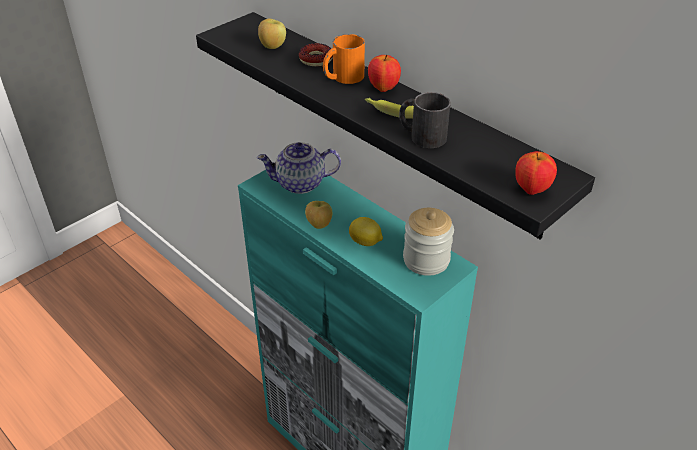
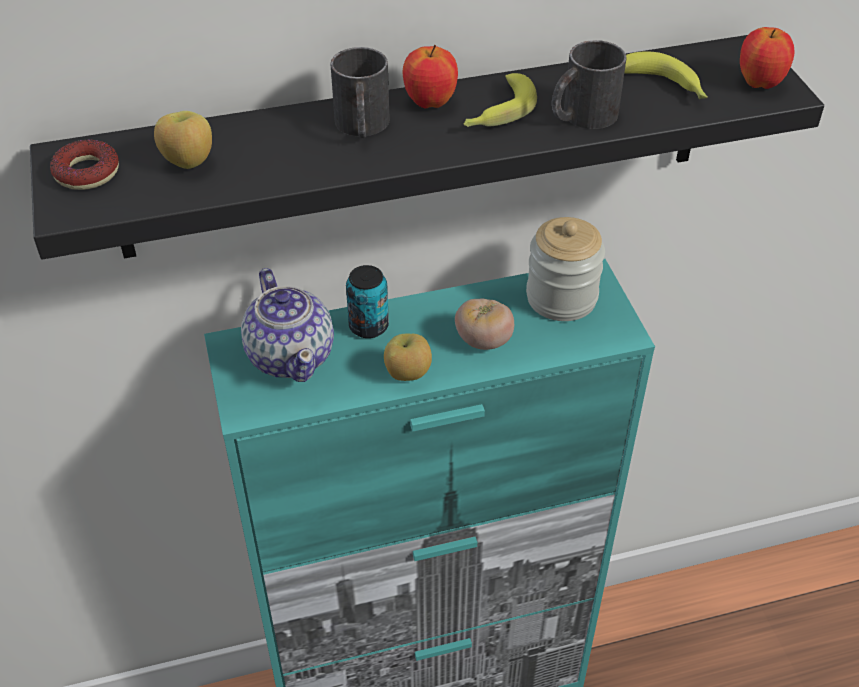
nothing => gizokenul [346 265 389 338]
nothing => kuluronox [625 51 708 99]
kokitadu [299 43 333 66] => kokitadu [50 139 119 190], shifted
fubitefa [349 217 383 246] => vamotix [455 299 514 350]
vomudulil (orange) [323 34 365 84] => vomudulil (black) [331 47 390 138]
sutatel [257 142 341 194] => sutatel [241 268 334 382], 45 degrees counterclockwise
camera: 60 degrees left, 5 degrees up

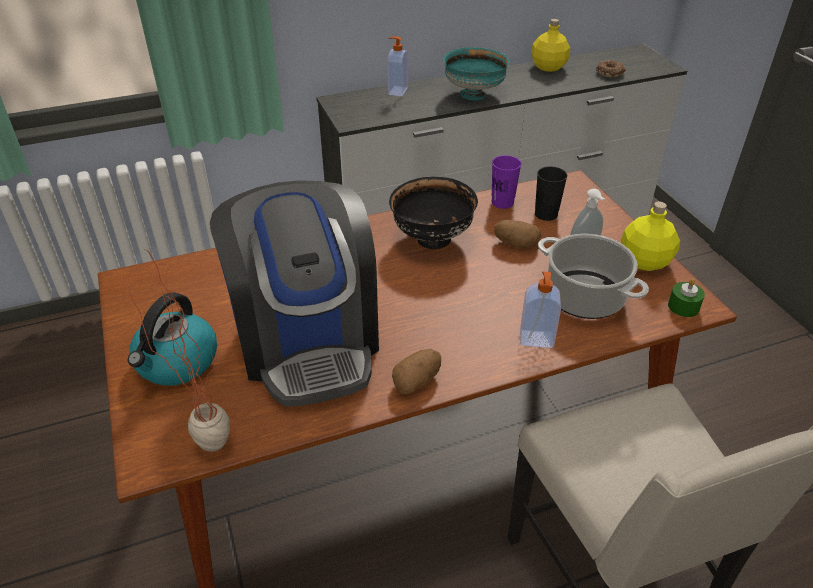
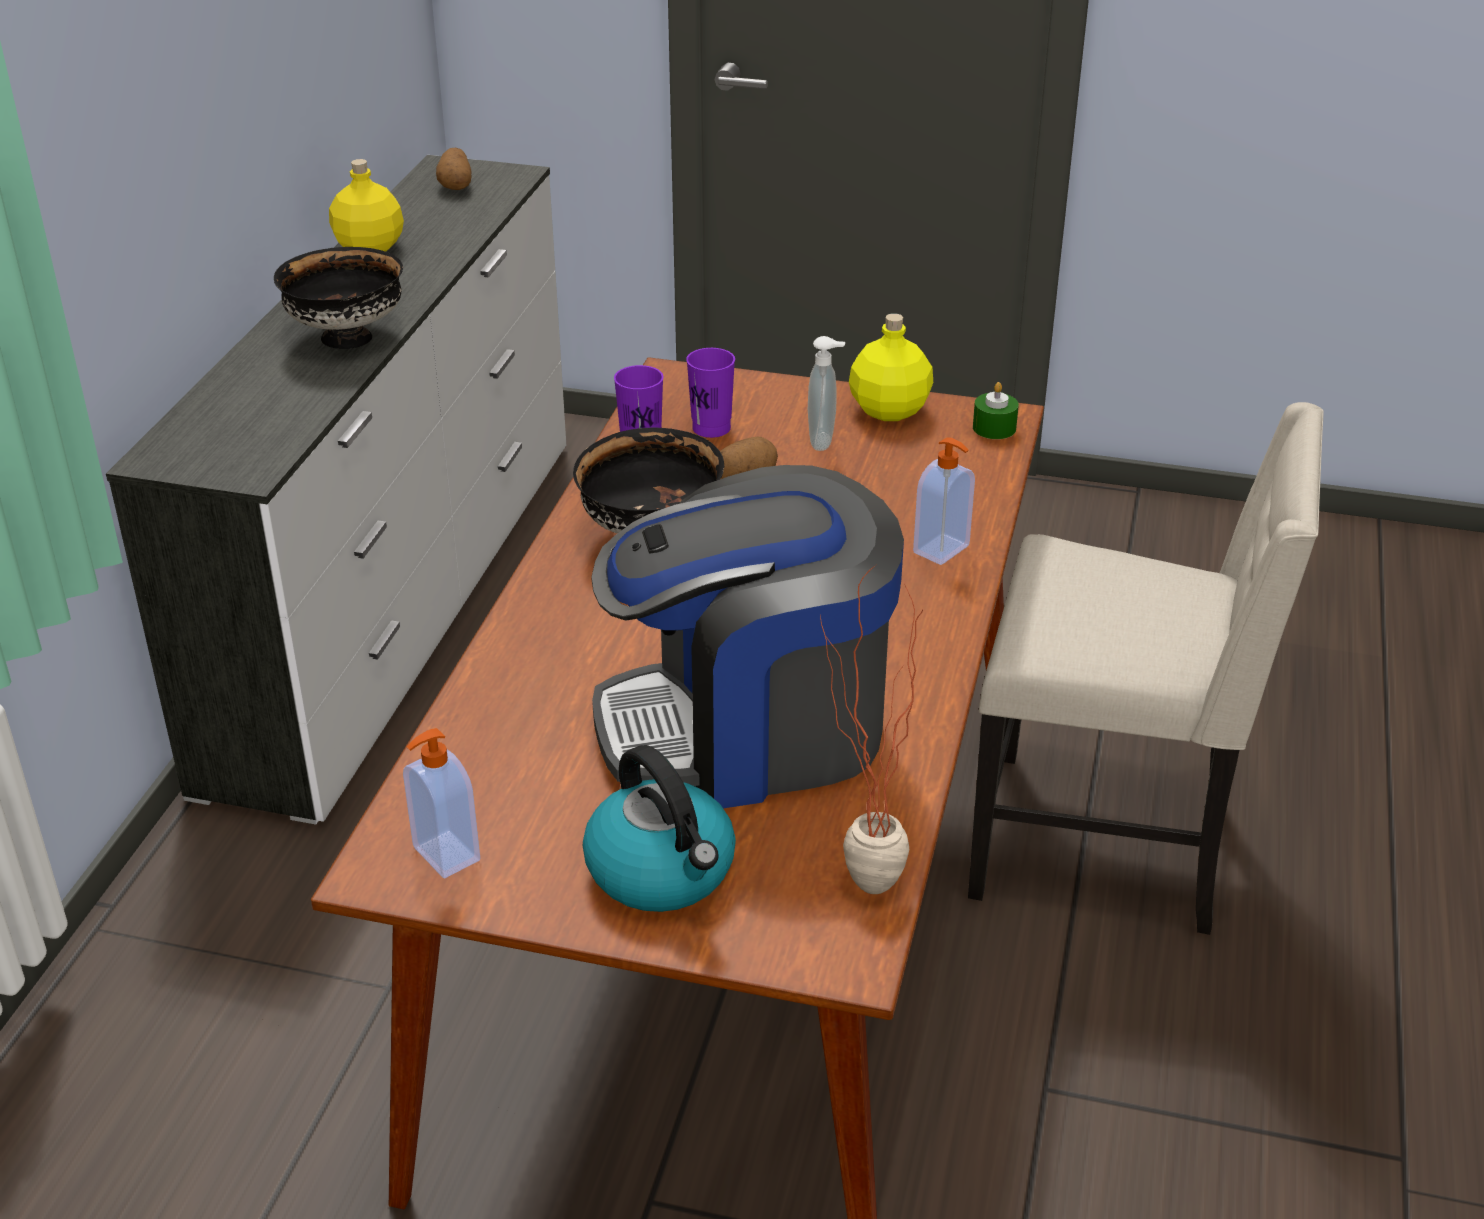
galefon [538 234 649 319] => nothing
kokitadu [596 60 626 77] => nothing
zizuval [387 36 408 96] => zizuval [403 728 480 878], shifted
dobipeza [392 349 441 394] => dobipeza [436 148 472 190], shifted
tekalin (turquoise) [443 47 510 101] => tekalin (black) [274 247 403 349]
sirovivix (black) [535 166 567 221] => sirovivix (purple) [686 348 735 438]
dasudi [210 180 379 406] => dasudi [591 465 904 808], 150 degrees clockwise
camera: 55 degrees left, 5 degrees down

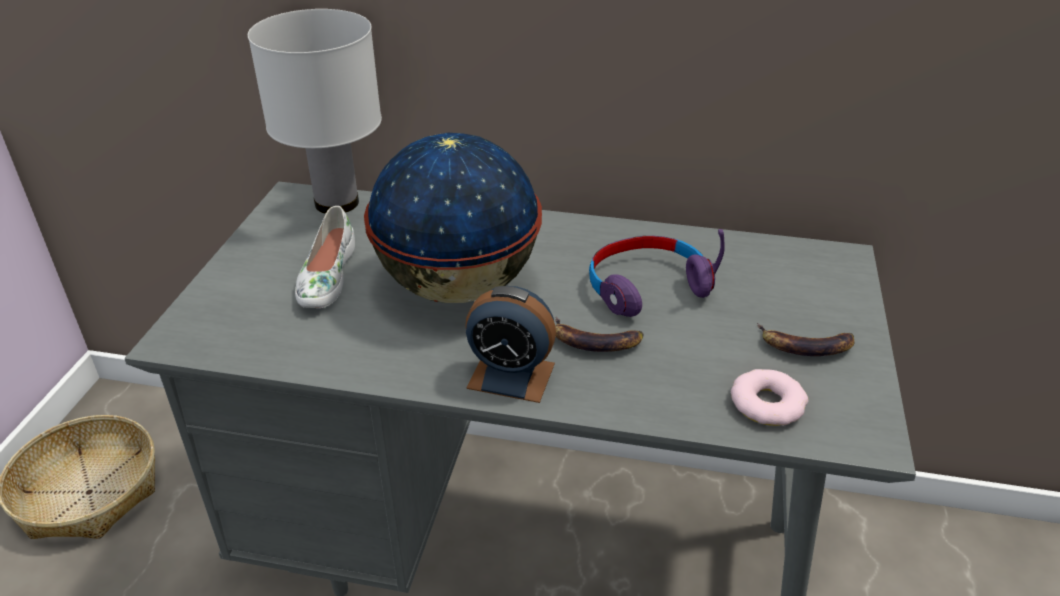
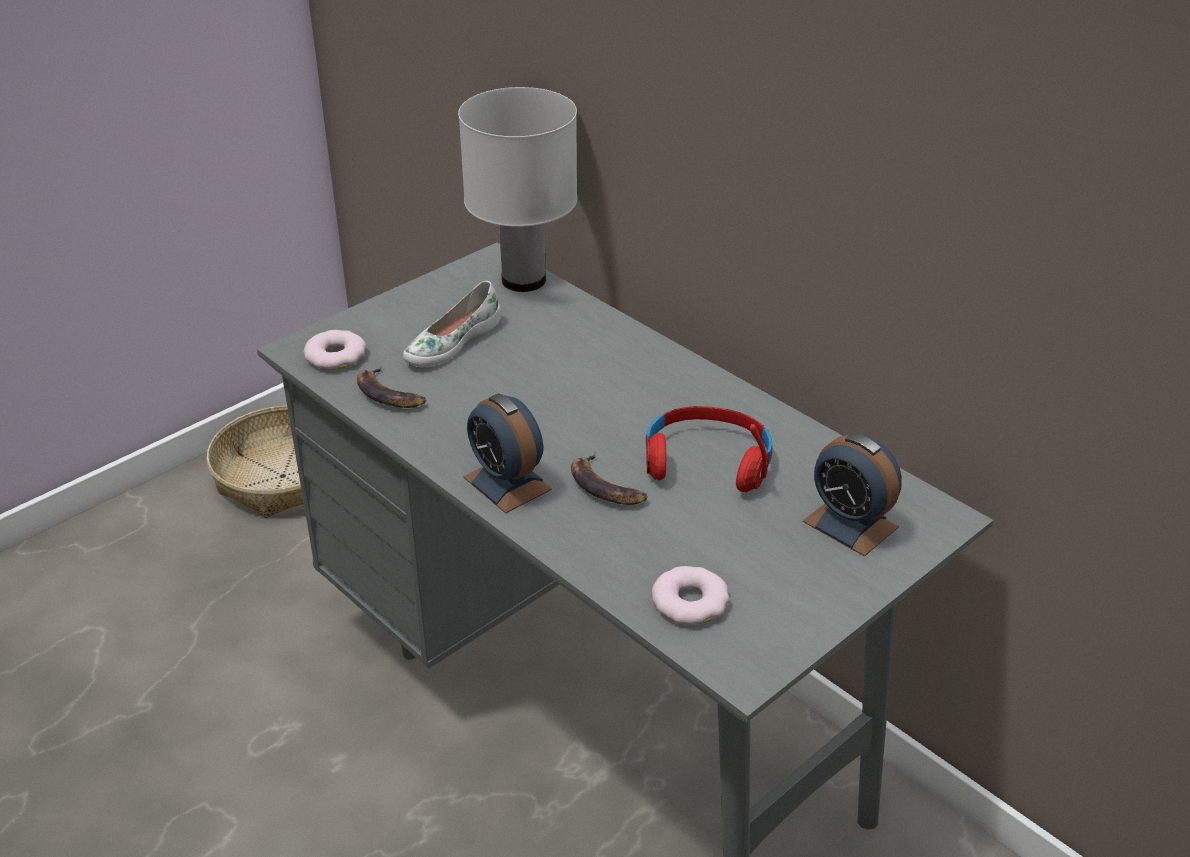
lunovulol [364 133 542 303] => nothing
nothing => kokitadu [303 330 366 370]
nothing => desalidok [803 433 902 557]
kuluronox [757 323 855 356] => kuluronox [357 366 426 408], shifted
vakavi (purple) [589 229 725 317] => vakavi (red) [646 406 773 492]
camera: 35 degrees right, 0 degrees up

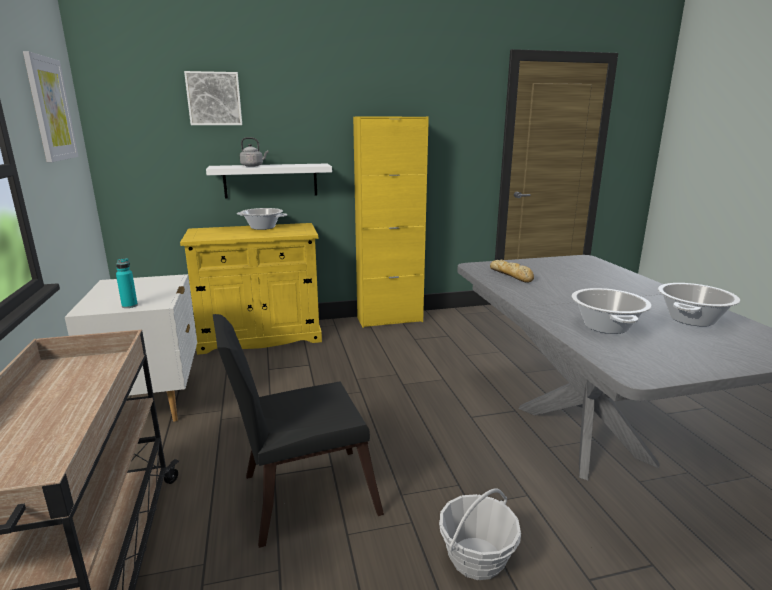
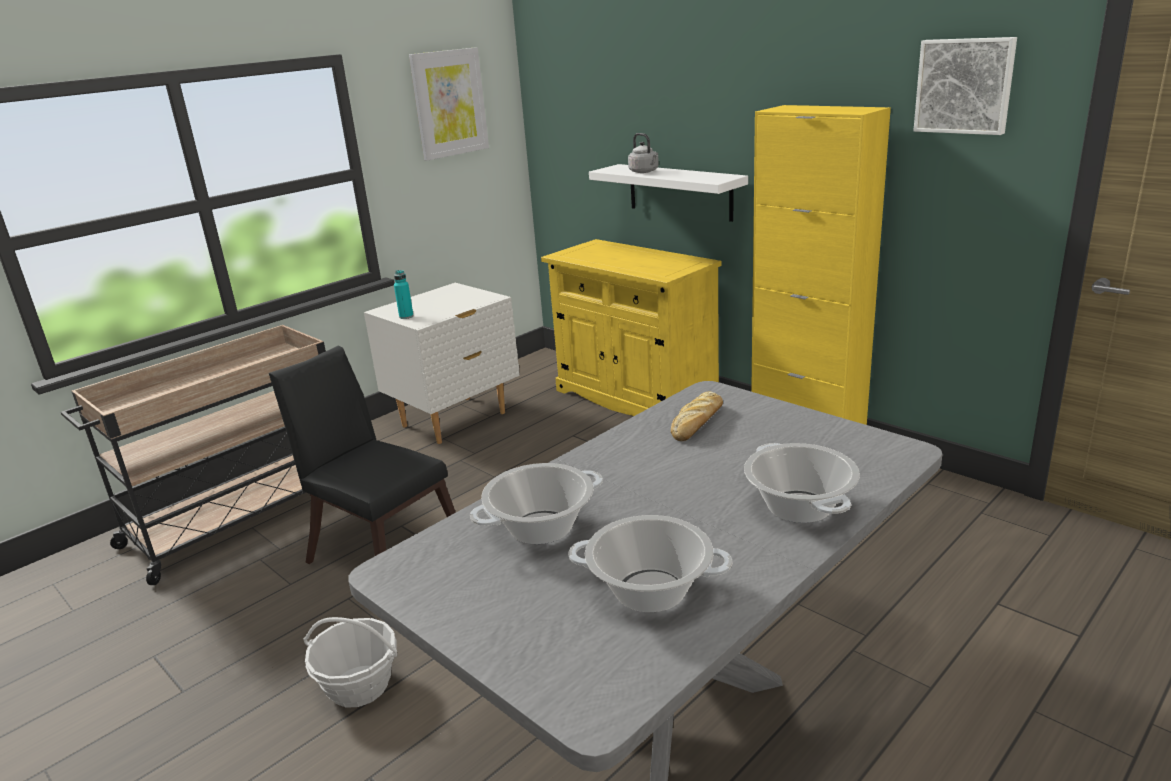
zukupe [184 71 242 125] => zukupe [913 37 1017 135], shifted
galefon [237 208 287 230] => galefon [744 443 860 523], shifted
camera: 60 degrees right, 5 degrees up

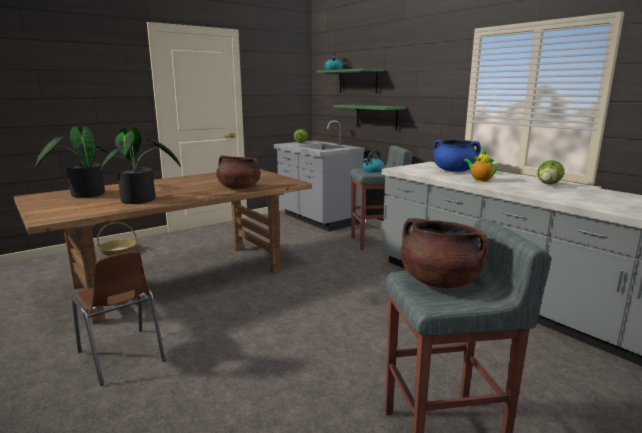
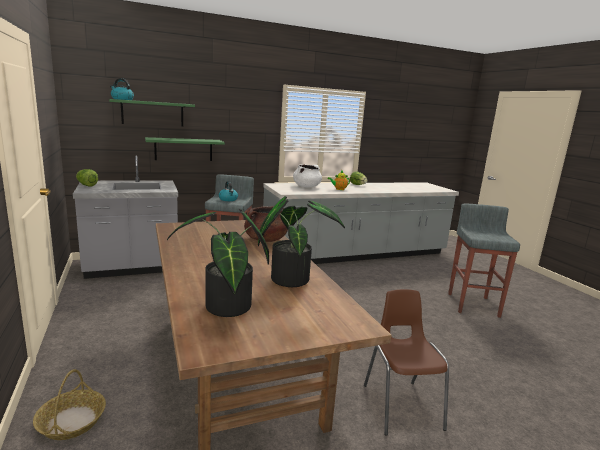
galefon (brown) [400 218 489 288] => nothing
galefon (blue) [433 139 481 172] => galefon (white) [293 164 322 187]
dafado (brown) [72 251 166 386] => dafado (brown) [364 289 449 436], 75 degrees counterclockwise
camera: 75 degrees left, 0 degrees up

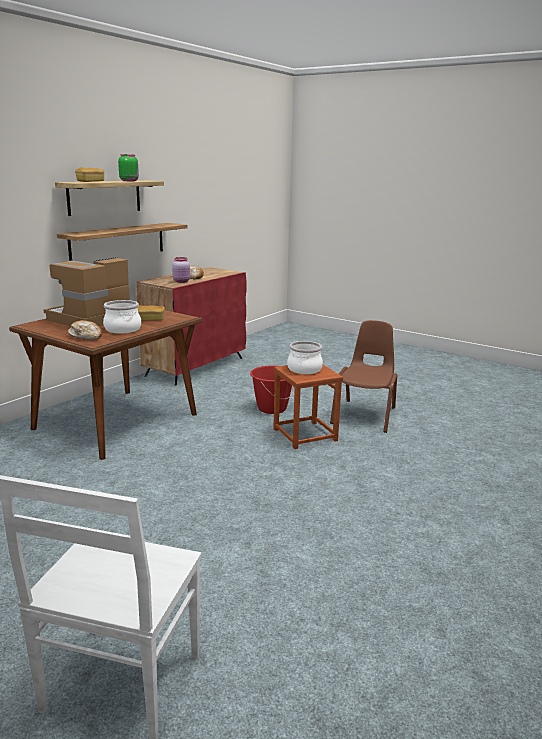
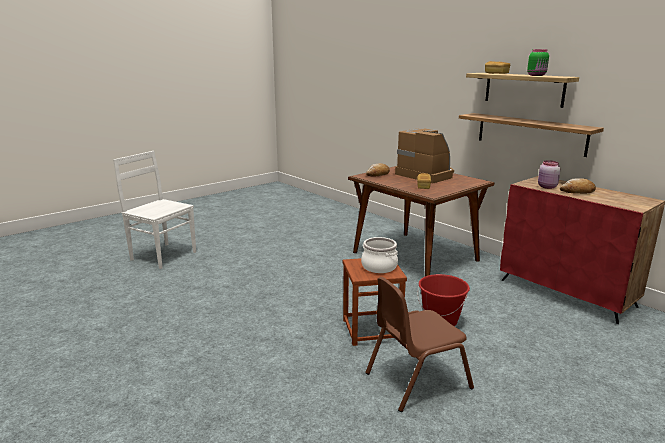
galefon [103 300 141 334] => nothing
dafado (brown) [330 320 397 433] => dafado (brown) [365 277 474 412], 120 degrees clockwise
camera: 105 degrees right, 0 degrees up

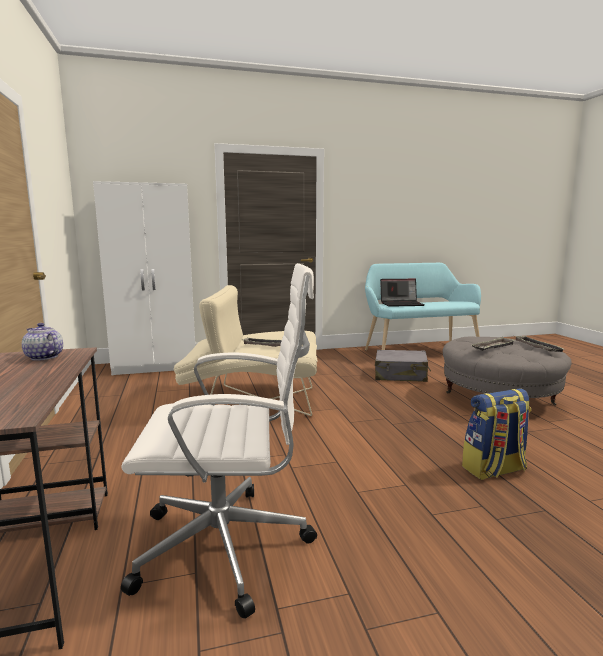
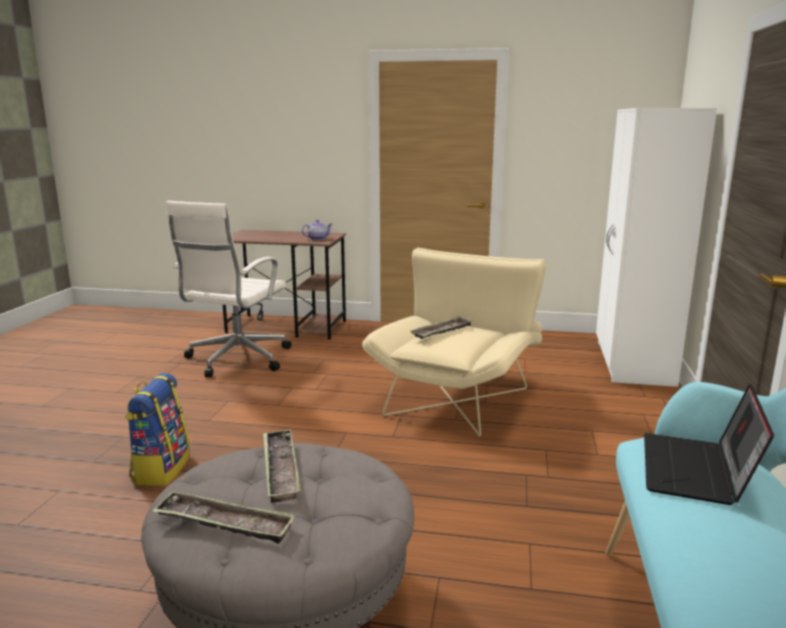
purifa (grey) [375 350 431 382] => nothing
camera: 115 degrees right, 5 degrees up

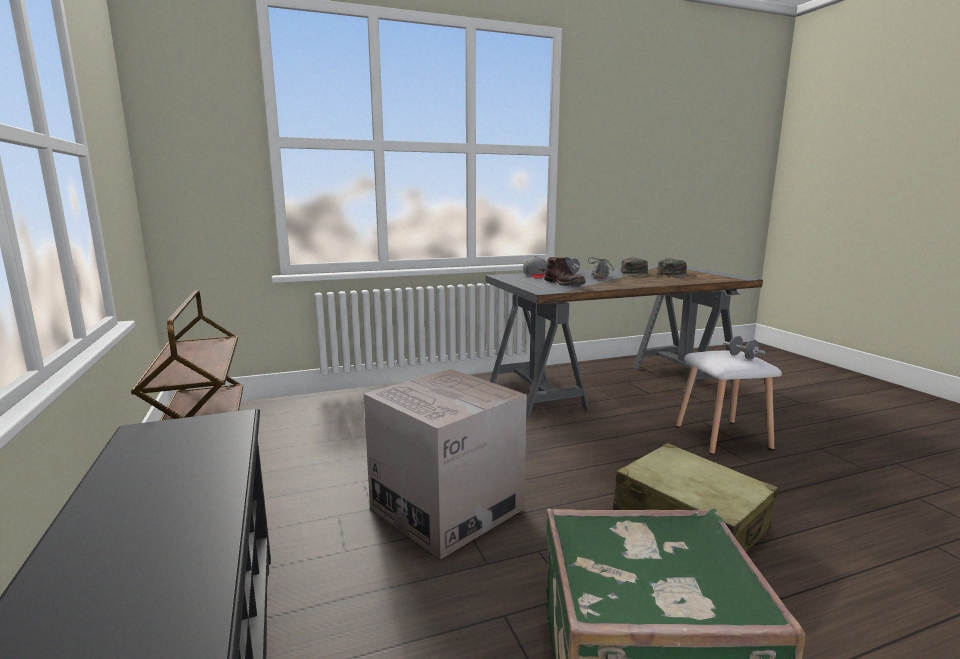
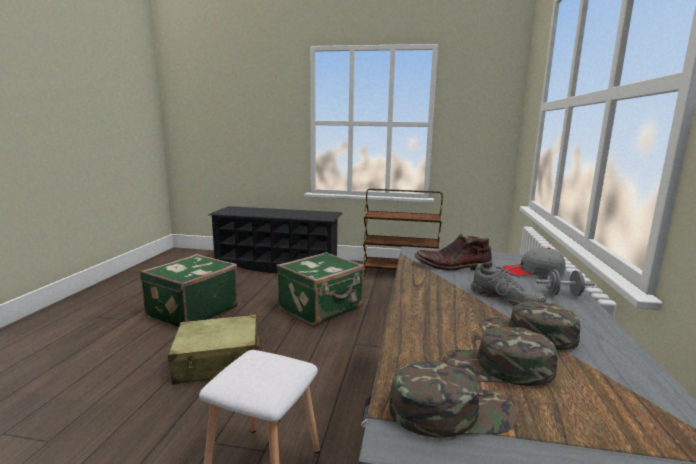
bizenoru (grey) [723 336 765 359] => nothing
nothing => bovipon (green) [389 361 517 438]
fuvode [364 369 527 559] => purifa (green) [276 252 365 325]
camera: 120 degrees right, 0 degrees up

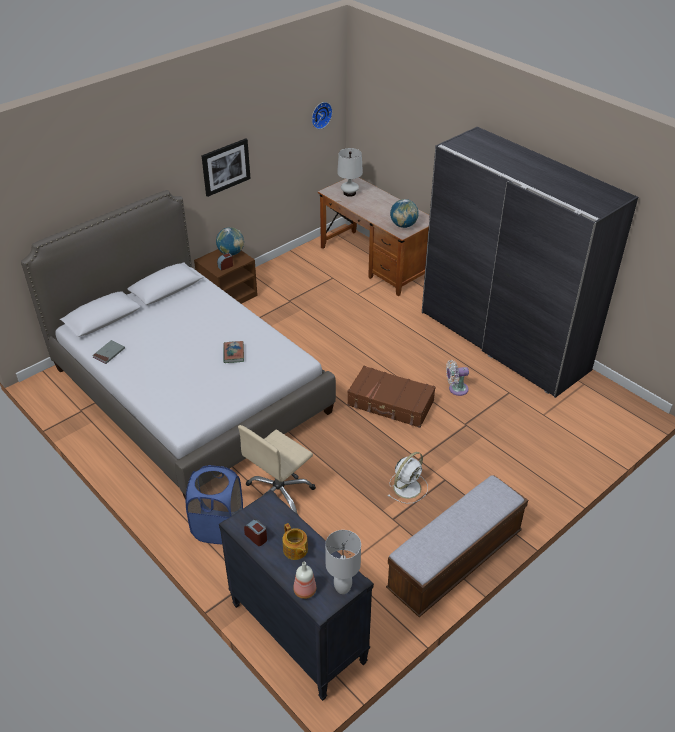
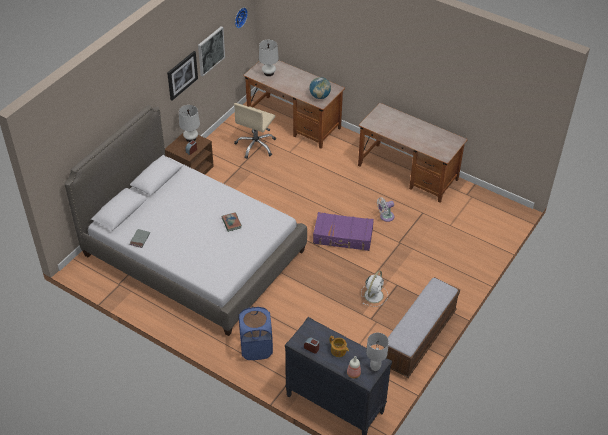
nothing => zukupe [198 26 225 76]
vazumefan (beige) [238 425 316 516] => vazumefan (beige) [234 103 276 159], shifted
lunovulol [216 227 244 255] => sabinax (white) [179 105 200 142]
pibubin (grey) [422 127 638 398] => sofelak [358 103 467 202]
purifa (brown) [347 366 436 428] => purifa (purple) [313 212 374 251]
camera: 15 degrees left, 5 degrees up

